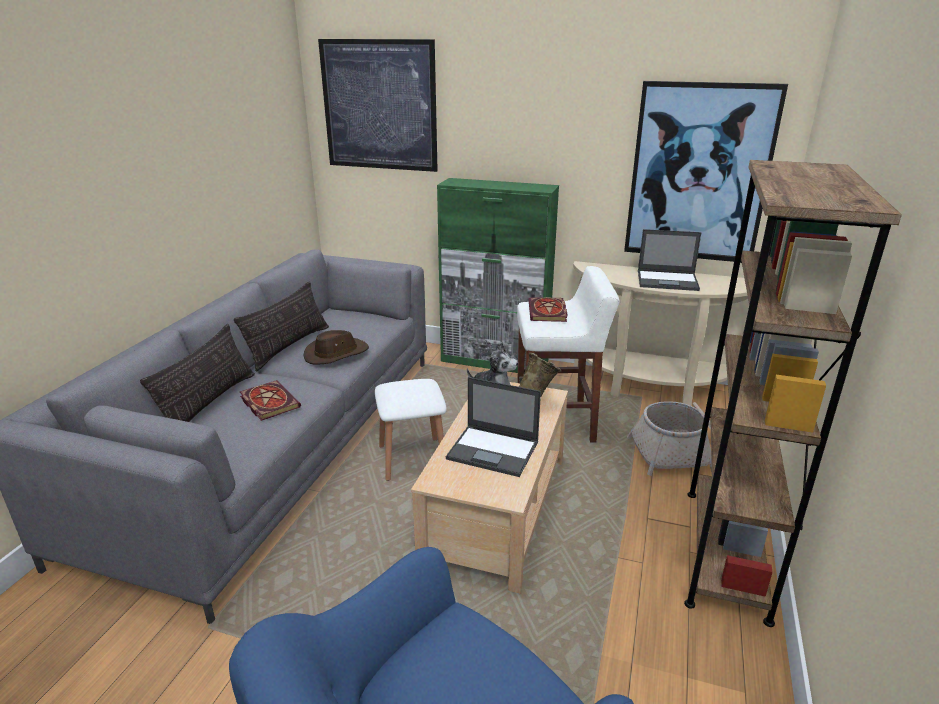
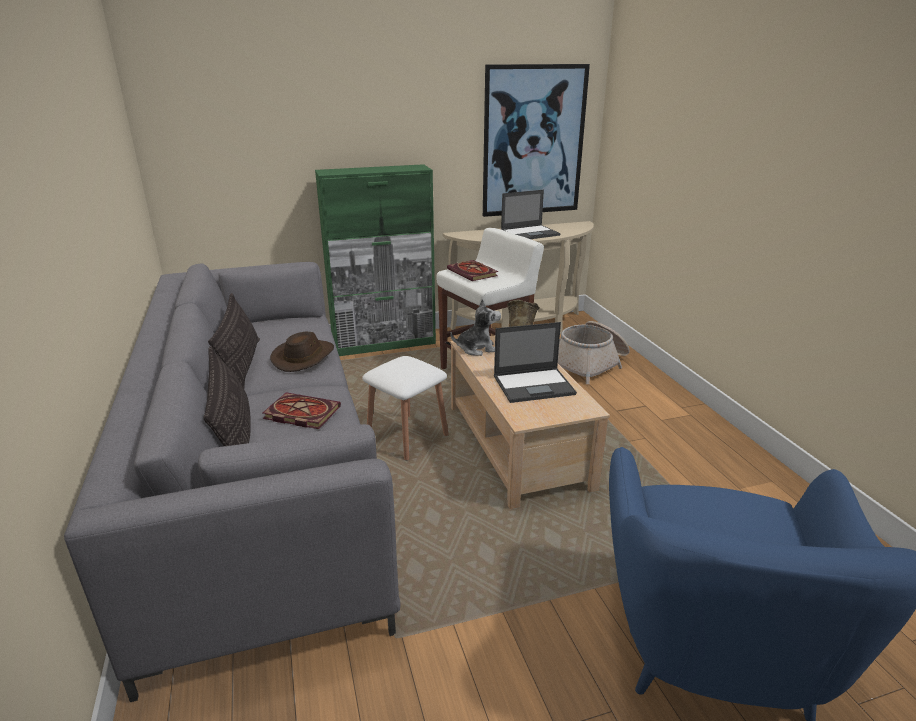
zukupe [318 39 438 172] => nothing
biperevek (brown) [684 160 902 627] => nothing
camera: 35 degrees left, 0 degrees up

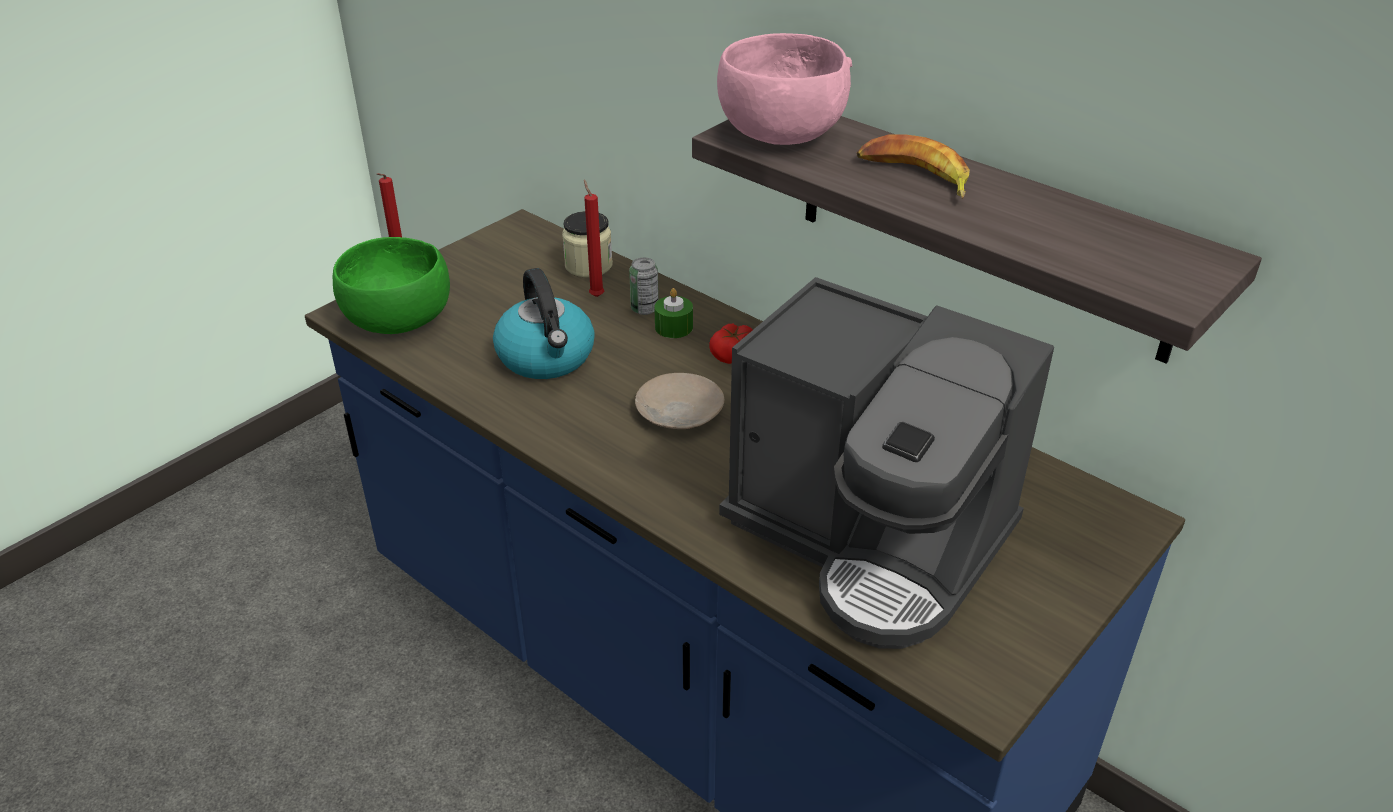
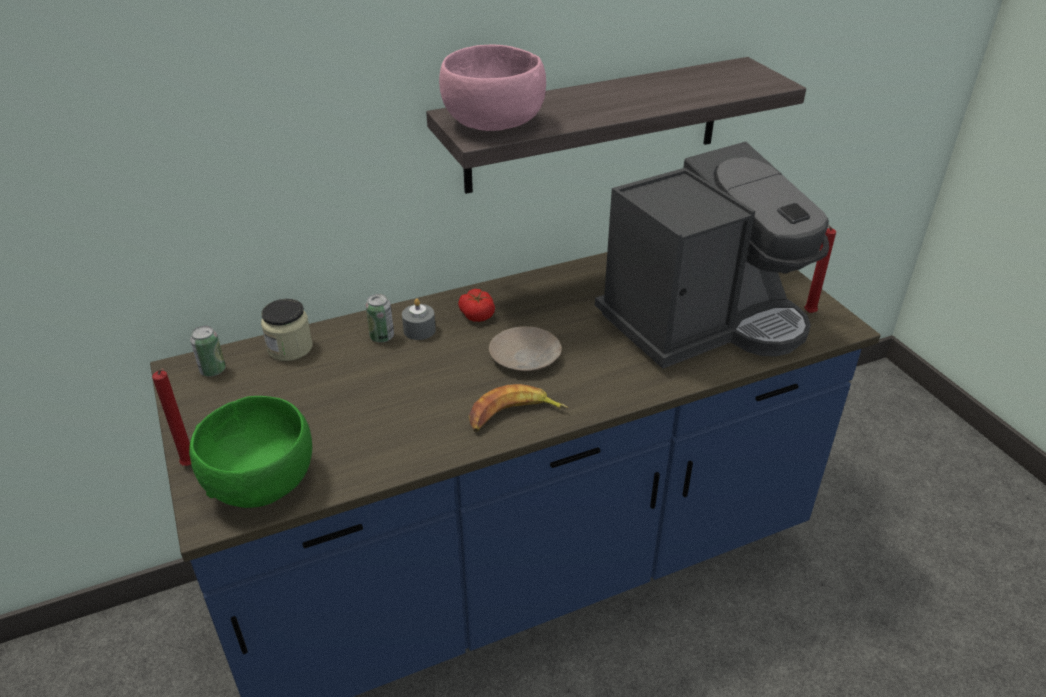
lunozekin [493 268 595 379] => nothing
nothing => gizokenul [190 326 226 376]
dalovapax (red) [584 179 604 297] => dalovapax (red) [804 225 836 313], shifted
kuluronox [857 134 970 199] => kuluronox [469 384 568 432], shifted
dalovapax (green) [654 288 693 338] => dalovapax (grey) [402 298 436 340]
camera: 65 degrees left, 0 degrees up

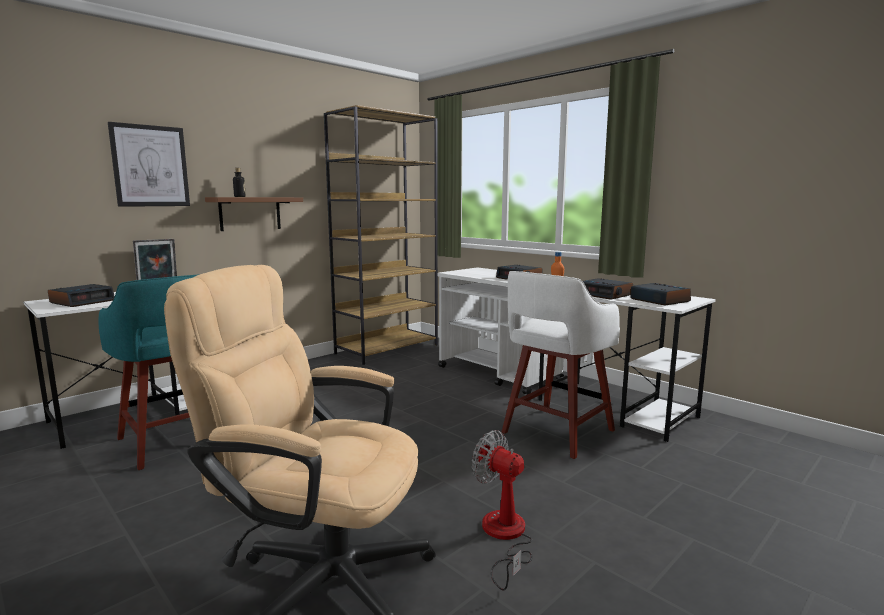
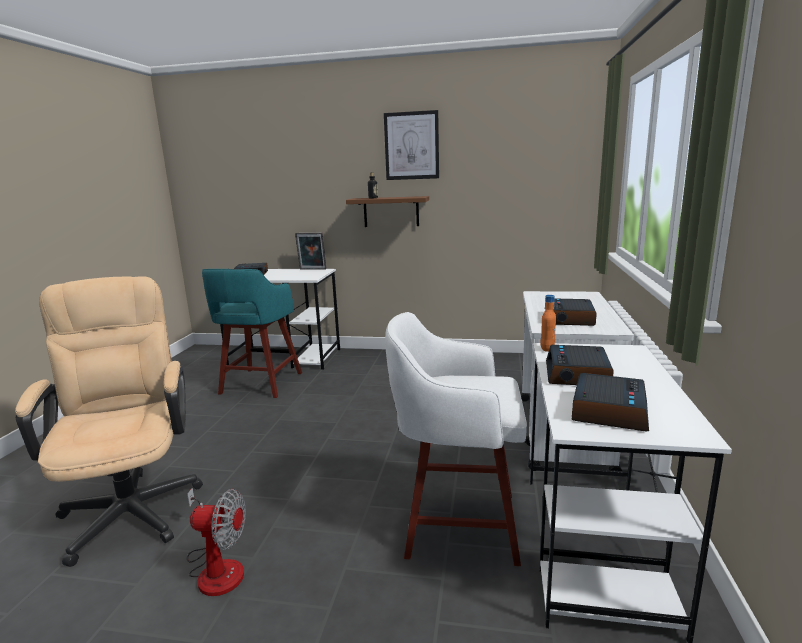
biperevek (brown) [324 105 438 365] => nothing
zukupe [108 122 190 207] => zukupe [384 110 439 180], shifted
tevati [472 430 532 591] => tevati [187 488 246 596], 90 degrees clockwise
camera: 55 degrees right, 5 degrees up

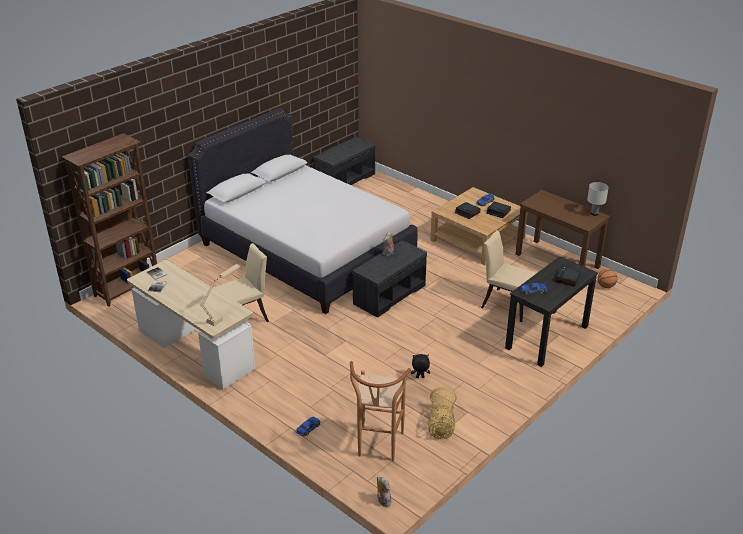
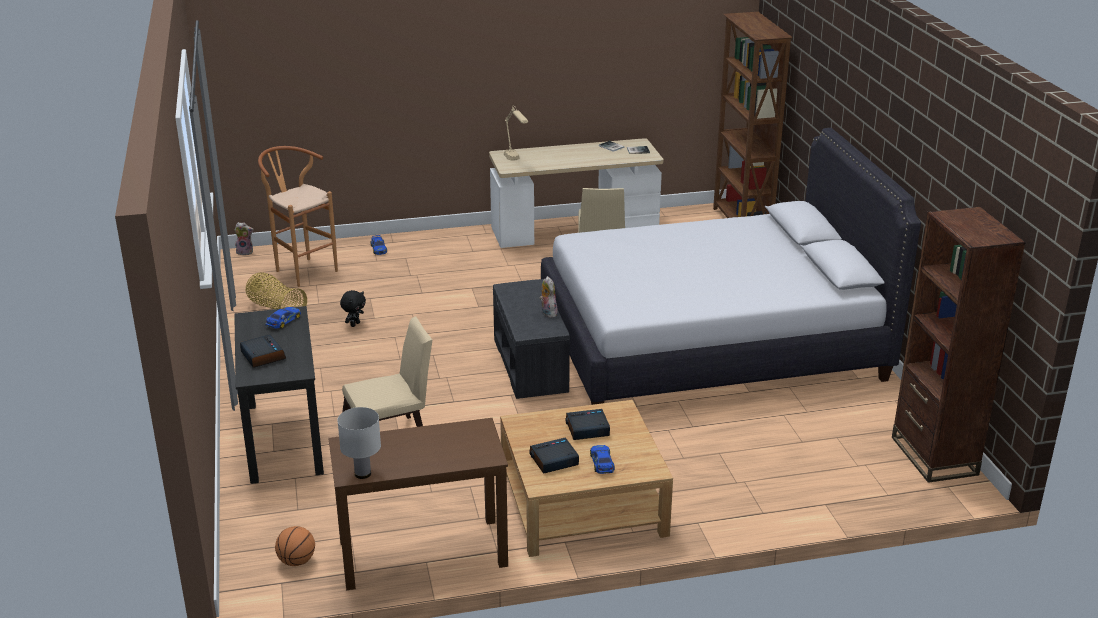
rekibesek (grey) [314 137 376 185] => biperevek (brown) [892 207 1026 483]
camera: 125 degrees right, 5 degrees down

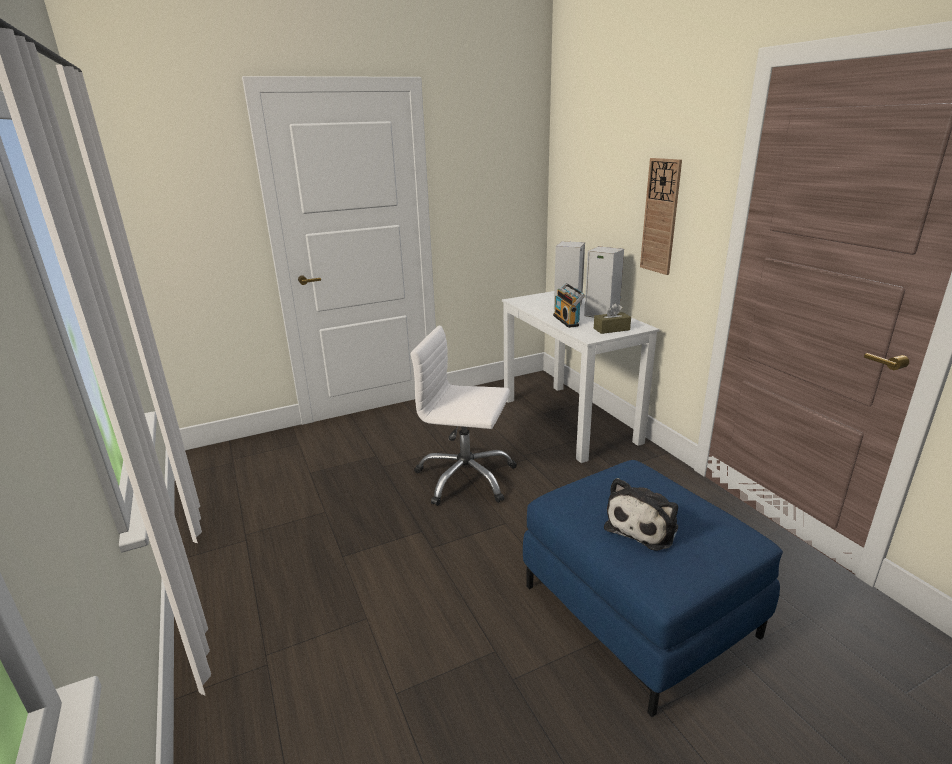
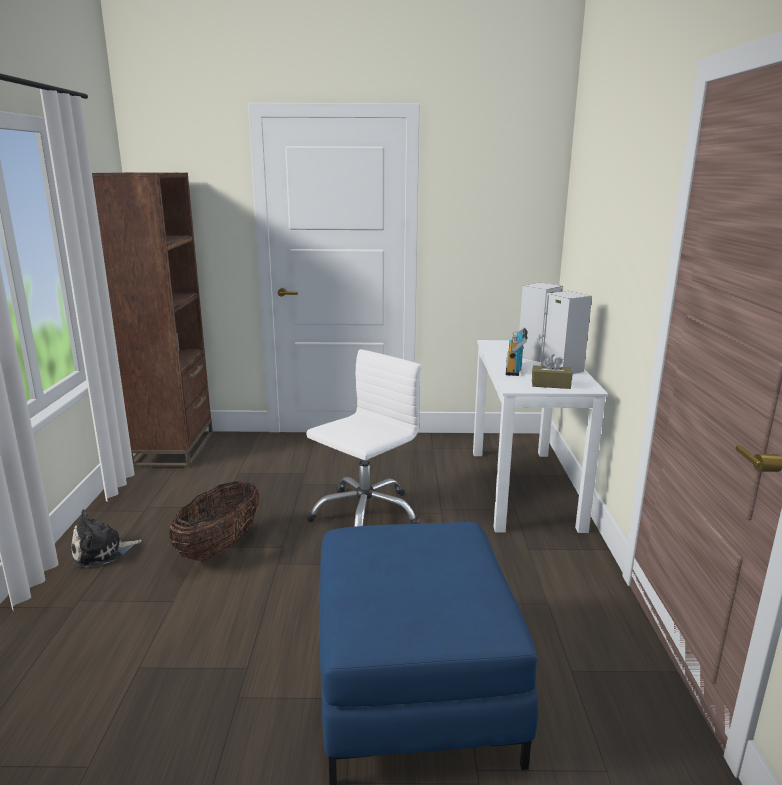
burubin [640 158 682 275] => nothing
nothing => biperevek (brown) [92 172 213 468]
nothing => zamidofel [169 481 260 561]
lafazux [604 478 678 551] => lafazux [72 509 142 568], shifted
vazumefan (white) [410 326 517 506] => vazumefan (white) [306 349 421 527], 90 degrees clockwise
camera: 25 degrees right, 5 degrees down

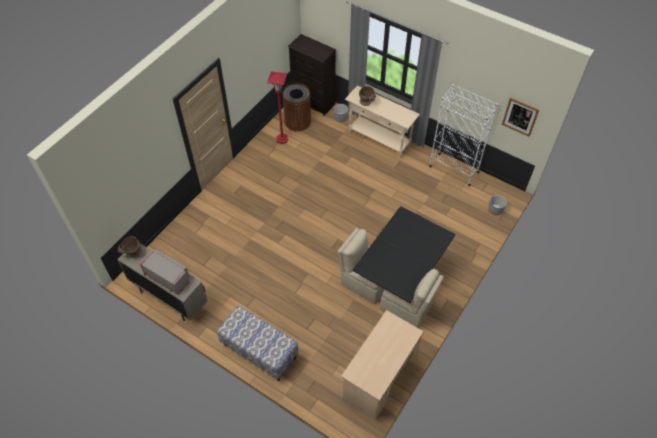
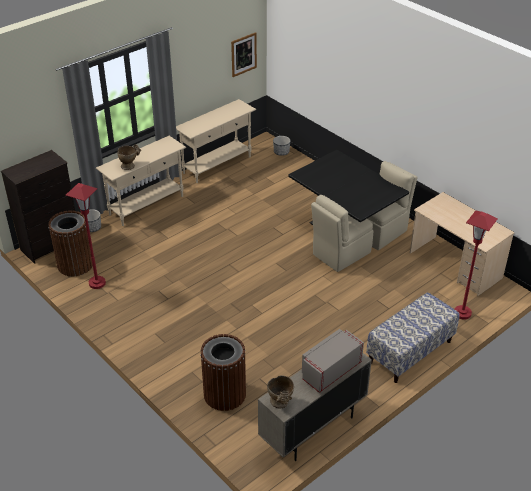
nothing => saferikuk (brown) [200 334 246 411]
nothing => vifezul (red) [455 211 498 320]
biperevek (white) [429 84 498 186] => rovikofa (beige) [176 99 256 183]
camera: 75 degrees left, 15 degrees down

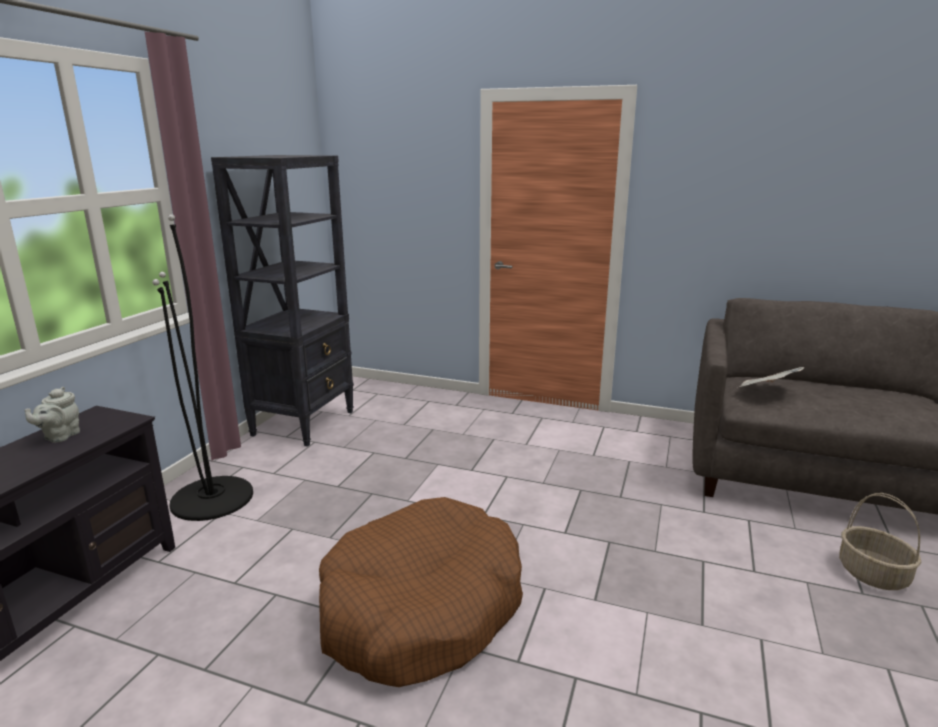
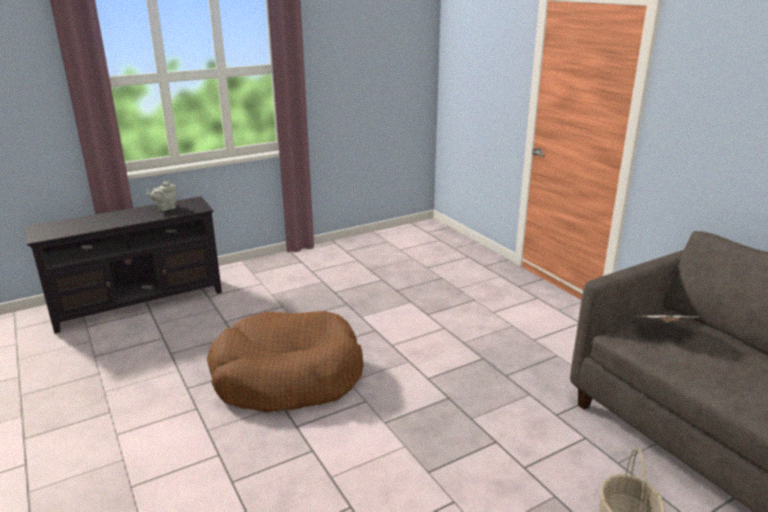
vifezul (black) [152 214 253 521] => nothing
biperevek (black) [211 155 354 447] => nothing
camera: 40 degrees right, 5 degrees up

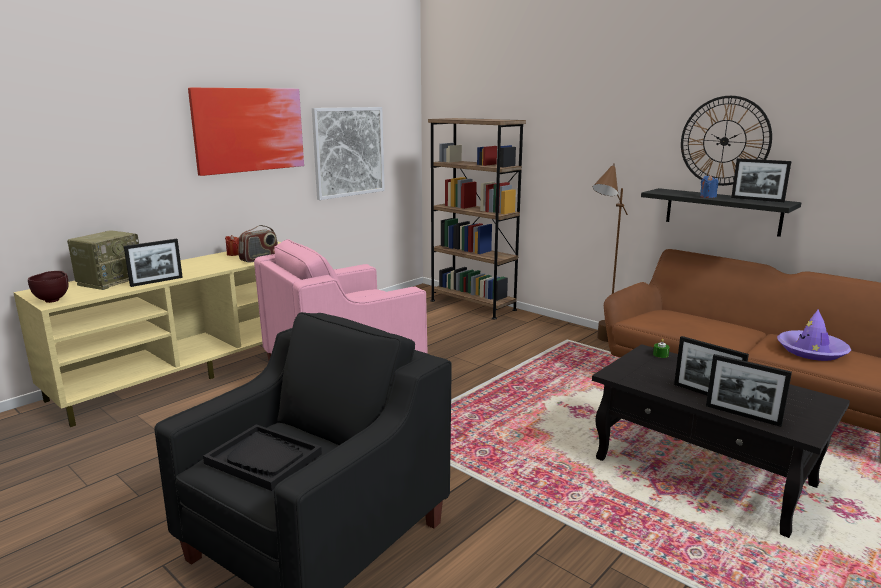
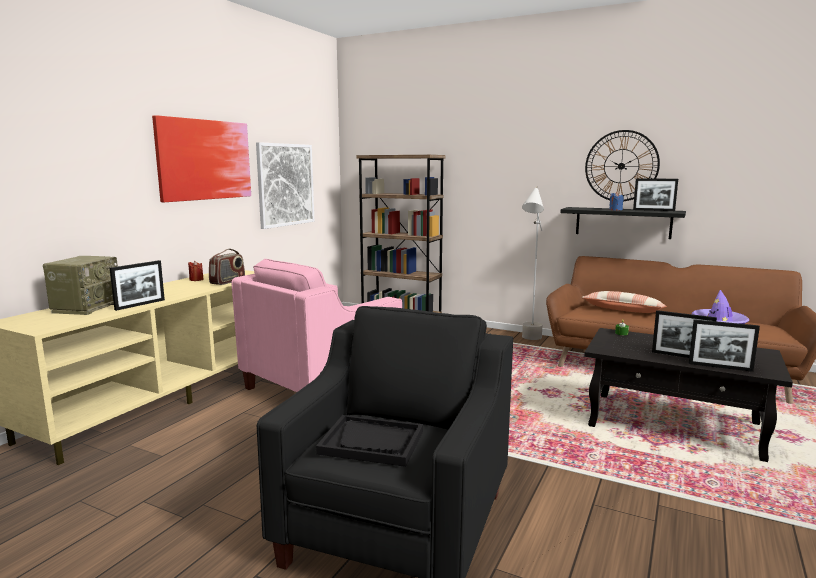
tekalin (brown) [28 271 68 303] => nothing
nothing => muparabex [582 291 667 313]
vifezul (brown) [593 163 628 342] => vifezul (grey) [522 186 544 340]
camera: 15 degrees left, 5 degrees down

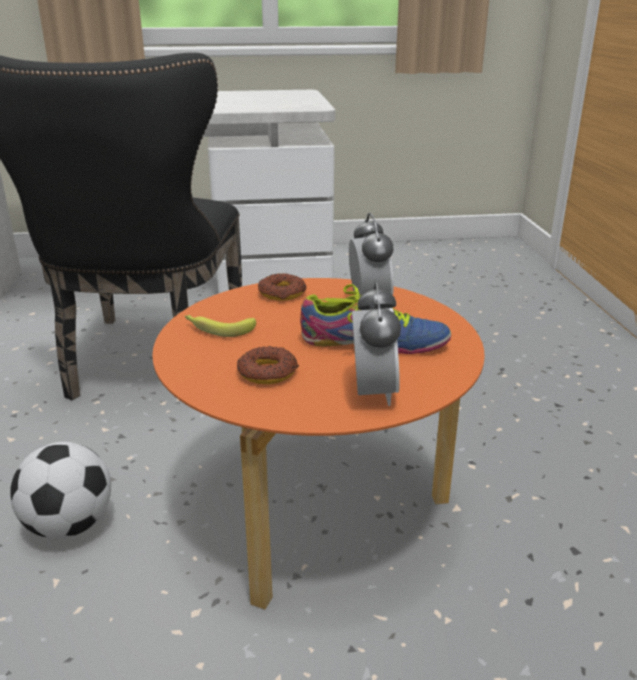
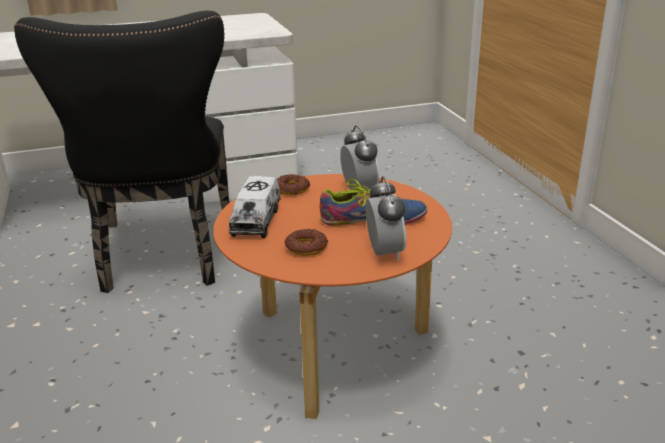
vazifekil [10 442 111 539] => nothing
kuluronox [185 315 256 337] => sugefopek [229 176 281 238]
camera: 10 degrees left, 0 degrees up

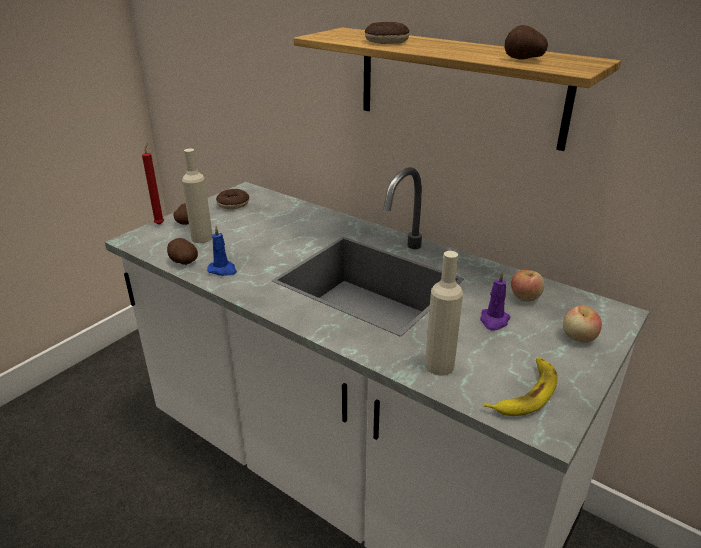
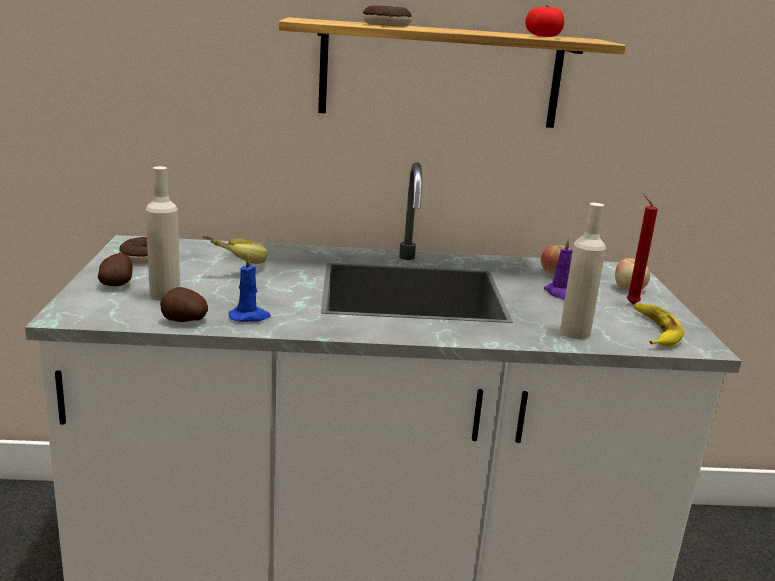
nothing => kuluronox [202 236 267 264]
dalovapax (red) [142 143 164 225] => dalovapax (red) [627 193 658 304], shifted
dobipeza [505 25 548 59] => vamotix [525 6 564 37]
camera: 40 degrees left, 10 degrees down

